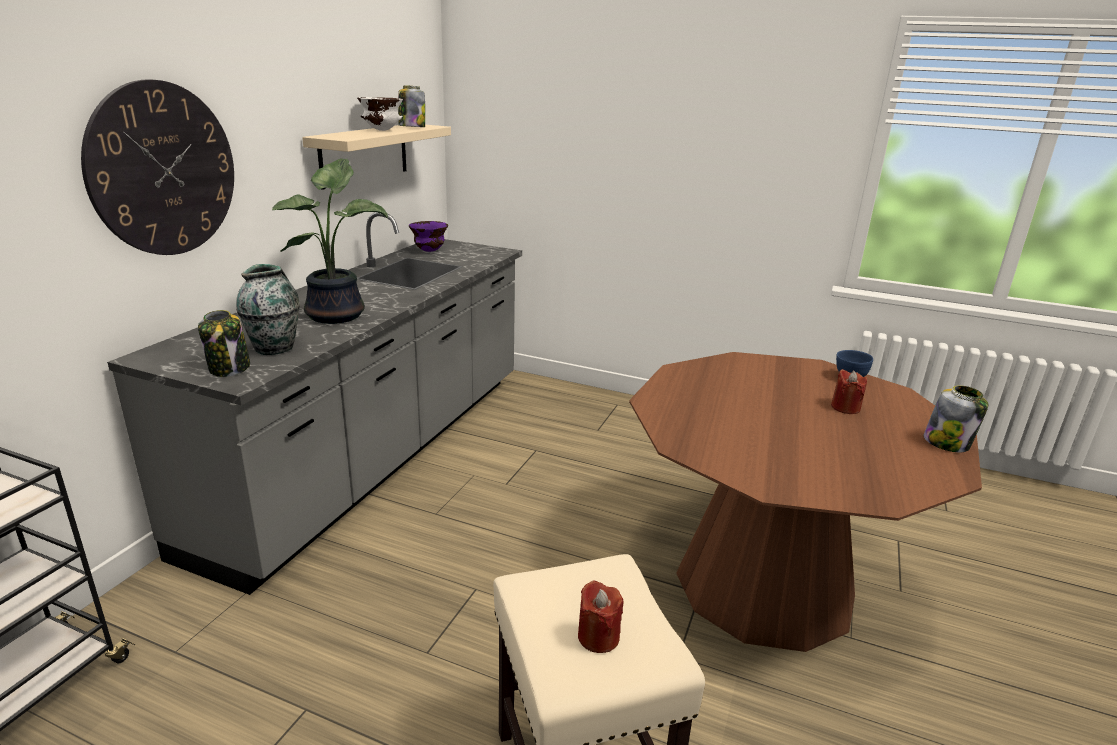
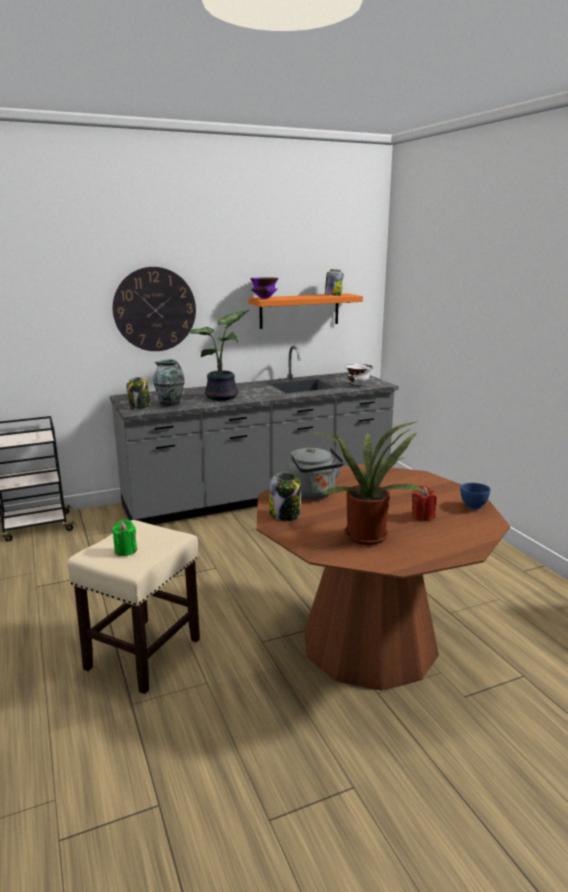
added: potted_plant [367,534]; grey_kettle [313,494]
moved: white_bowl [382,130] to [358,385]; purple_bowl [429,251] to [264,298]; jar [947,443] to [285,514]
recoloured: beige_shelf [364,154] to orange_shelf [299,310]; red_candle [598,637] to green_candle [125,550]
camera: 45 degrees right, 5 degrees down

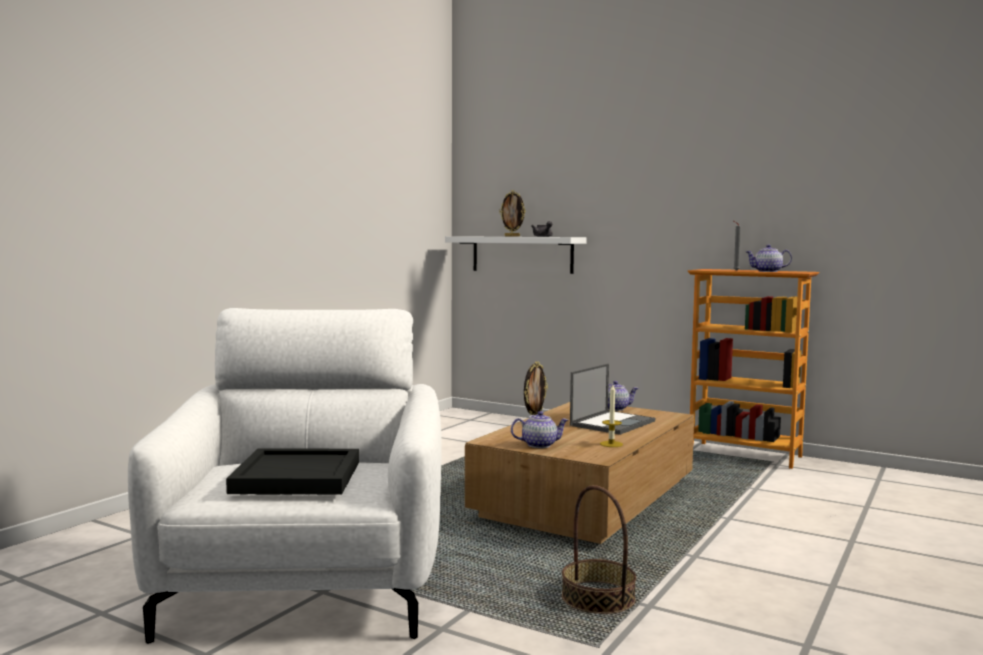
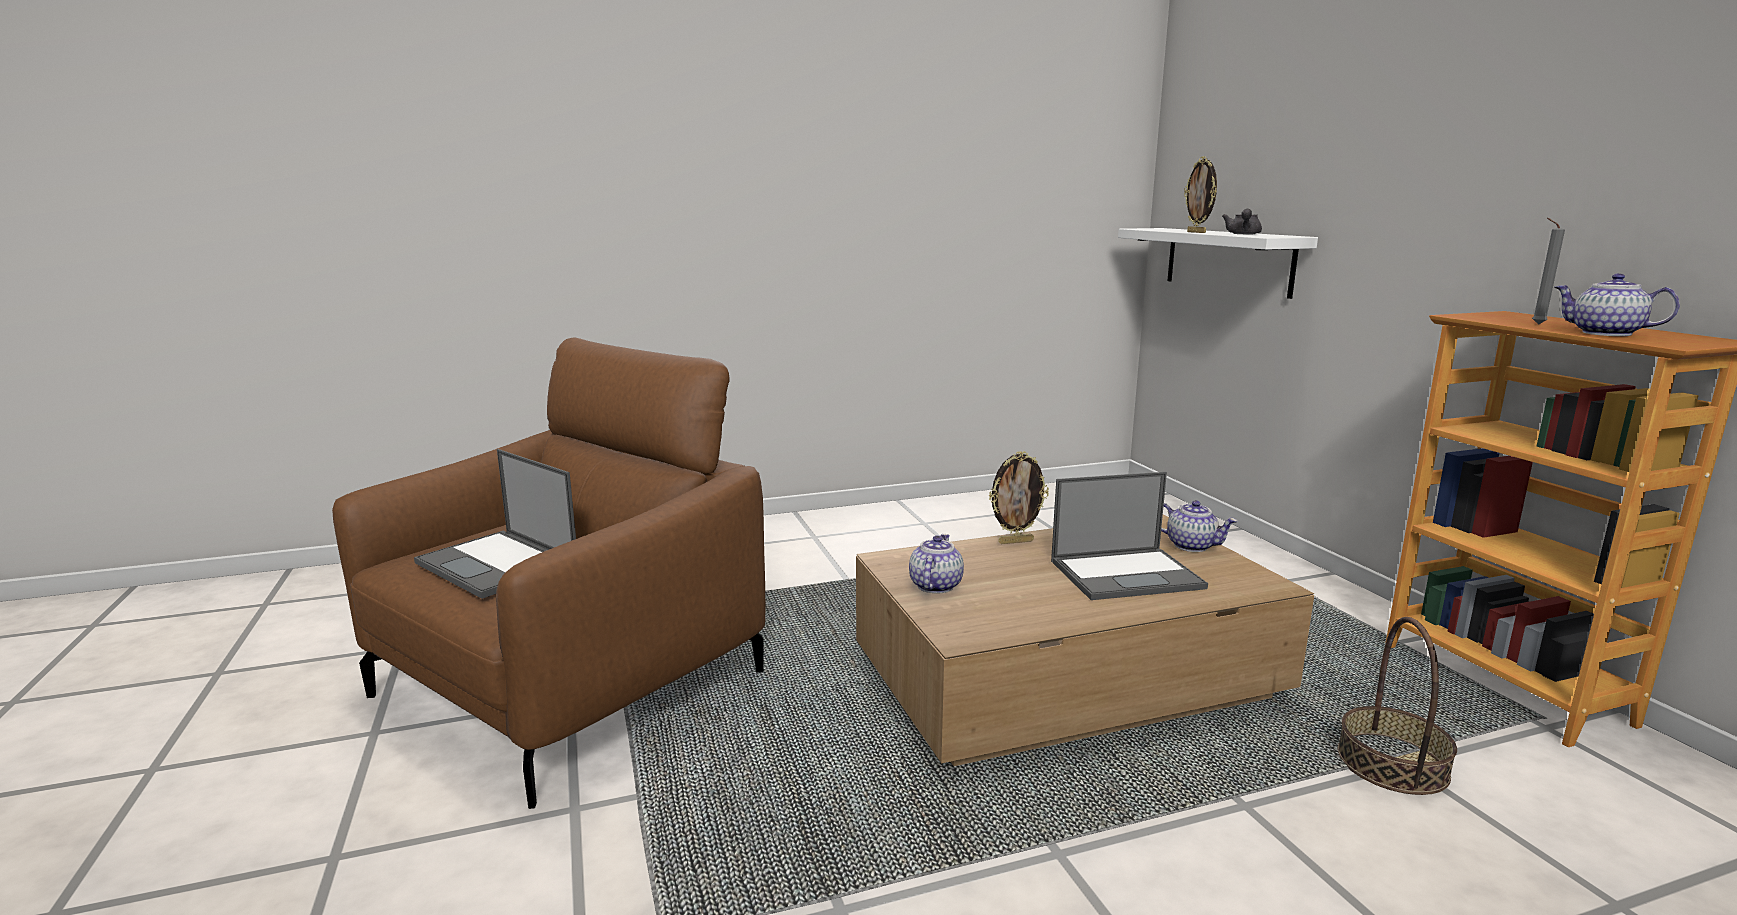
removed: candle [611,444]
moved: basket [598,598] to [1392,763]
replaced: black_tray [298,477] to laptop [499,564]
recoloured: white_armchair [306,586] to brown_armchair [569,685]
turned: teapot [539,445] = [935,585] 105 degrees counterclockwise
camera: 40 degrees right, 10 degrees up

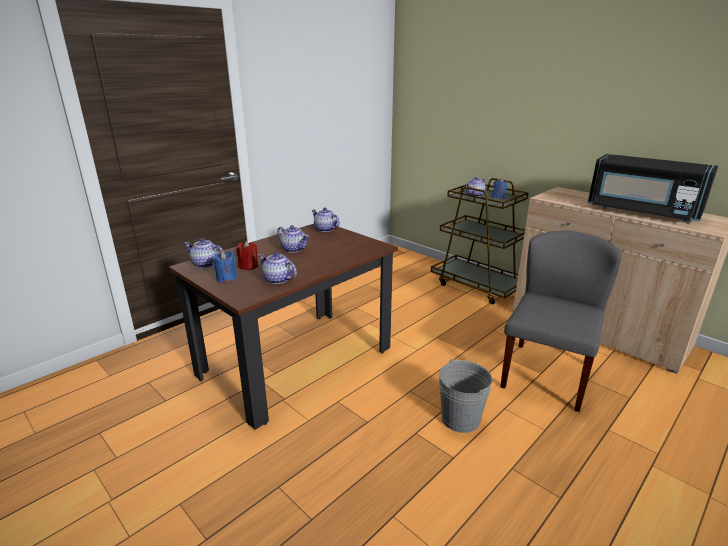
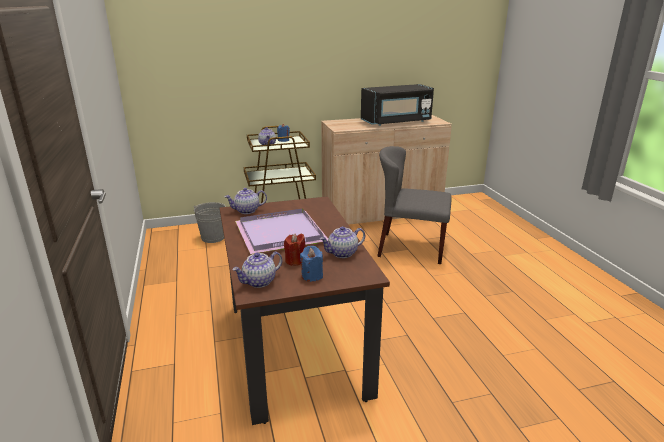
moved: grey_bucket [460,419] to [213,237]
replaced: teapot [294,249] to purple_tray [278,233]
turned: grey_chair [546,374] = [410,248] 45 degrees counterclockwise
camera: 60 degrees left, 0 degrees up

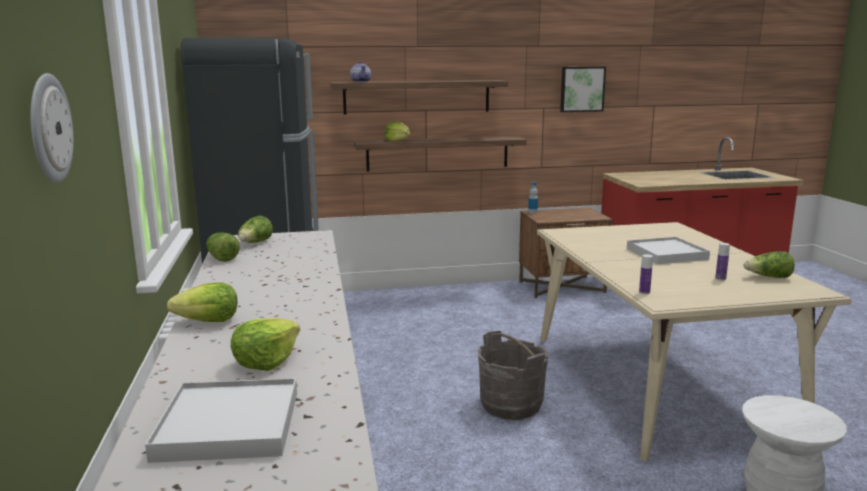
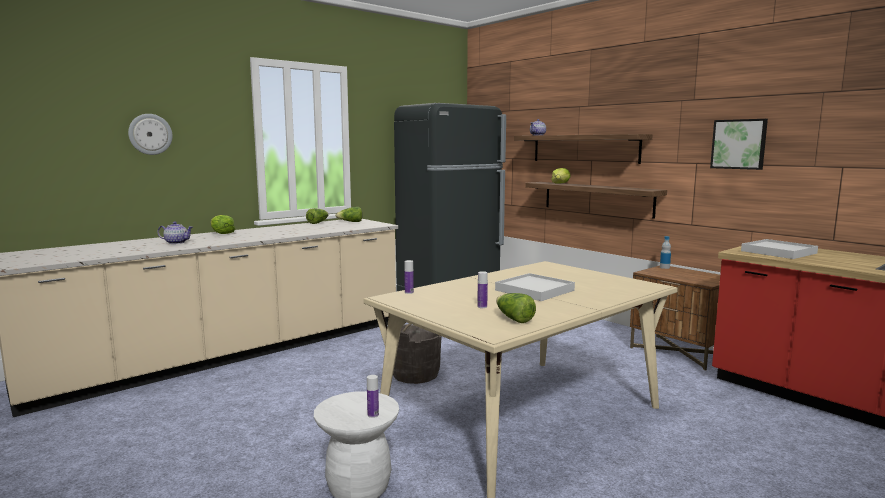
added: bottle [373,415]
moved: white_tray [228,425] to [778,252]
replaced: lettuce [266,361] to teapot [176,242]
camera: 60 degrees right, 5 degrees down

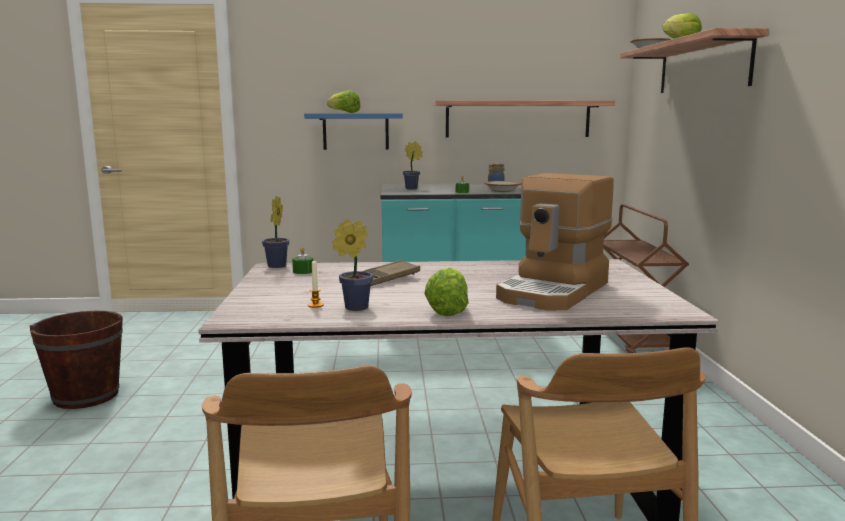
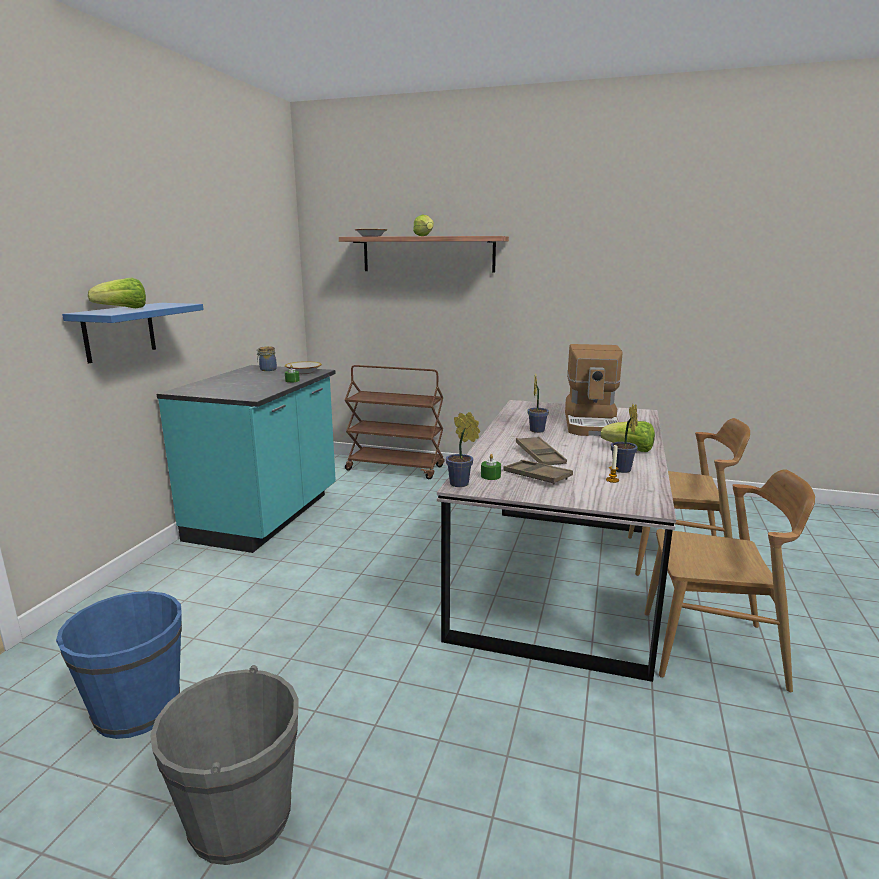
removed: shelf [517,119]
added: brown_tray [537,476]; blue_bucket [137,709]
moved: potted_plant [413,188] to [537,430]
recoloured: brown_bucket [86,396] to grey_bucket [240,818]
turned: coffee_machine [554,291] = [592,423] 45 degrees clockwise
camera: 70 degrees left, 5 degrees up

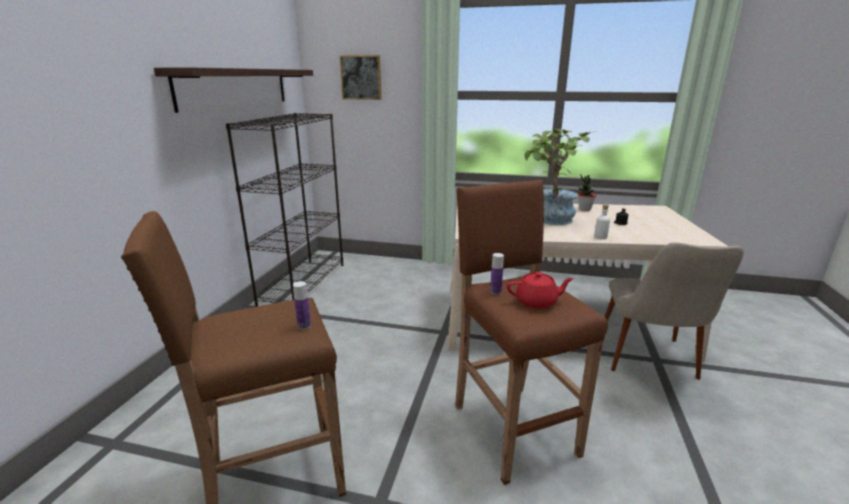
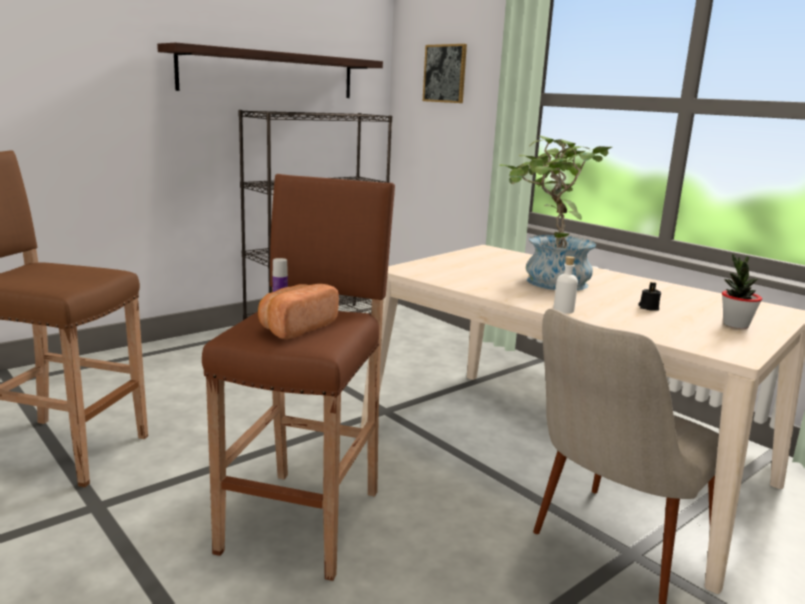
removed: bottle [304,326]
moved: potted_plant [584,209] to [735,325]
replaced: red_teapot [537,302] to bread [295,328]
camera: 35 degrees right, 5 degrees down

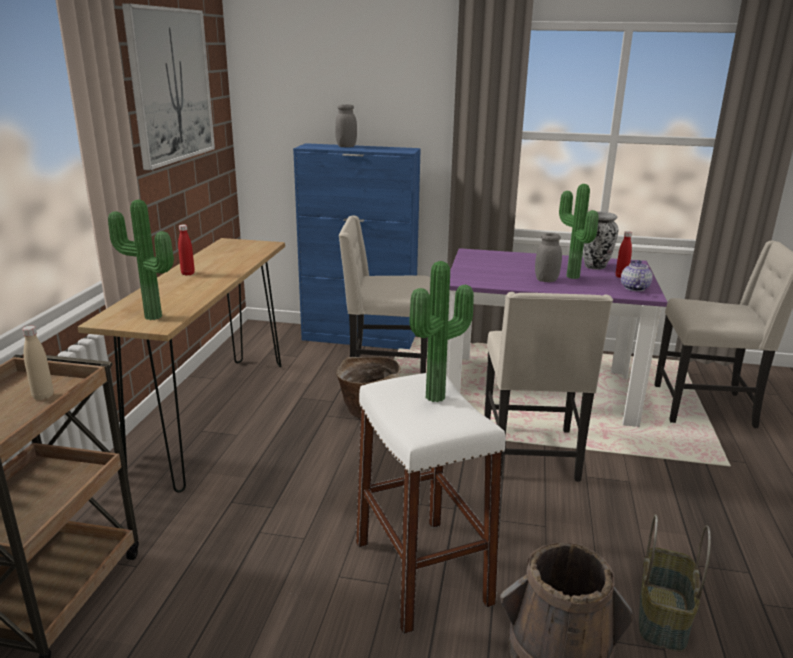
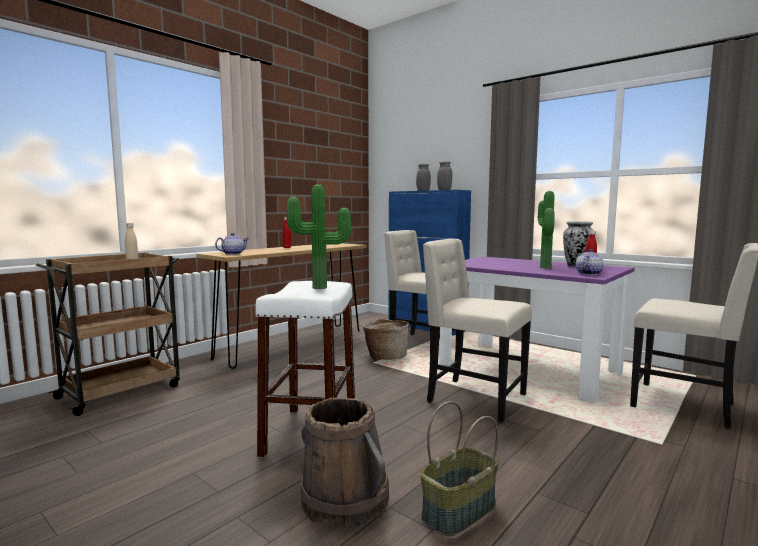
removed: picture [171,85]
moved: grey_jar [546,280] to [444,190]
replaced: potted_plant [151,318] to teapot [233,254]
turned: beige_chair [532,455] = [474,399] 90 degrees clockwise
camera: 30 degrees right, 15 degrees down

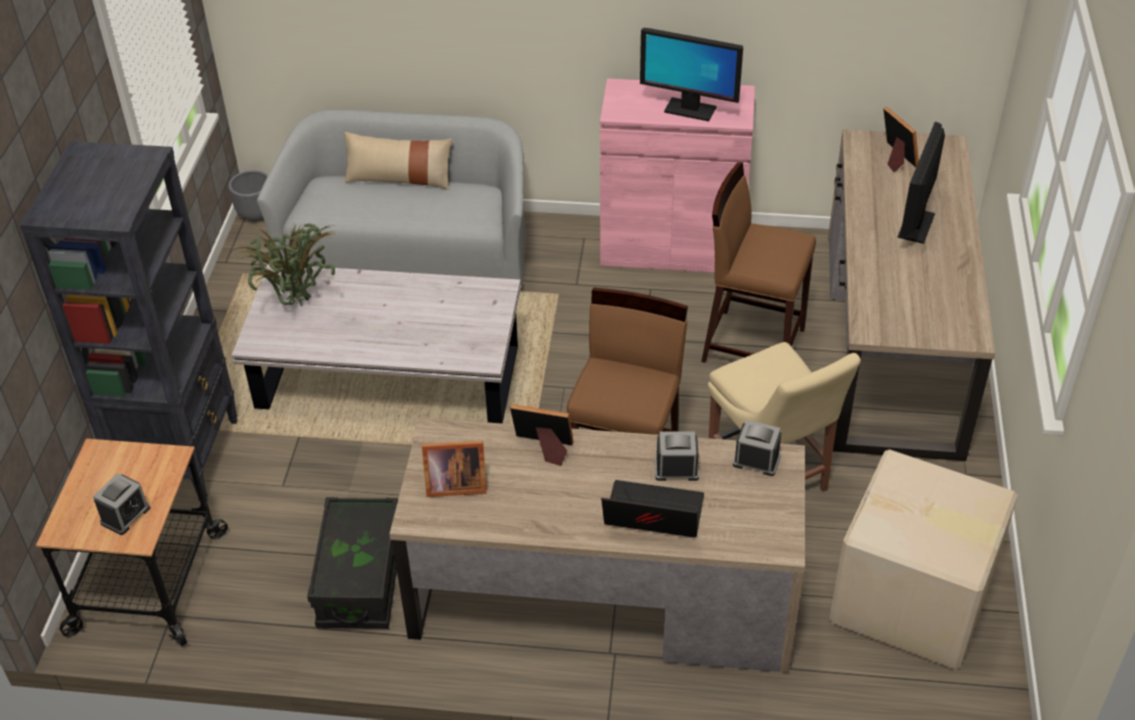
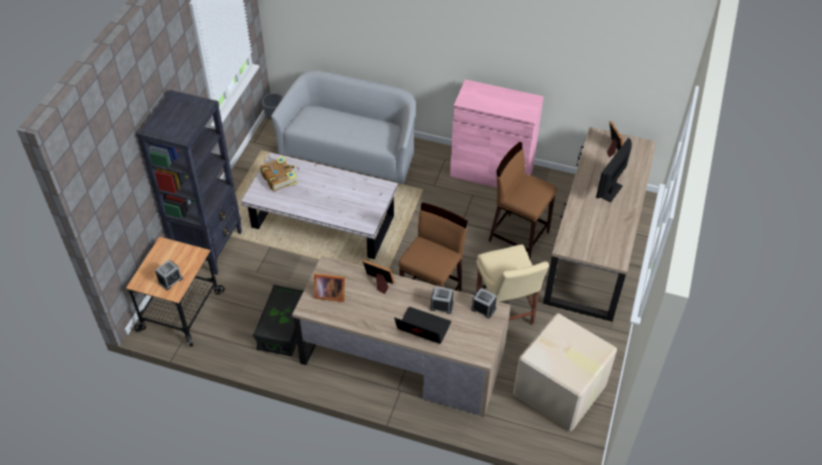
removed: monitor [689,109]; beige_pillow [399,178]
replaced: potted_plant [296,304] to book [279,177]
camera: 10 degrees right, 5 degrees up

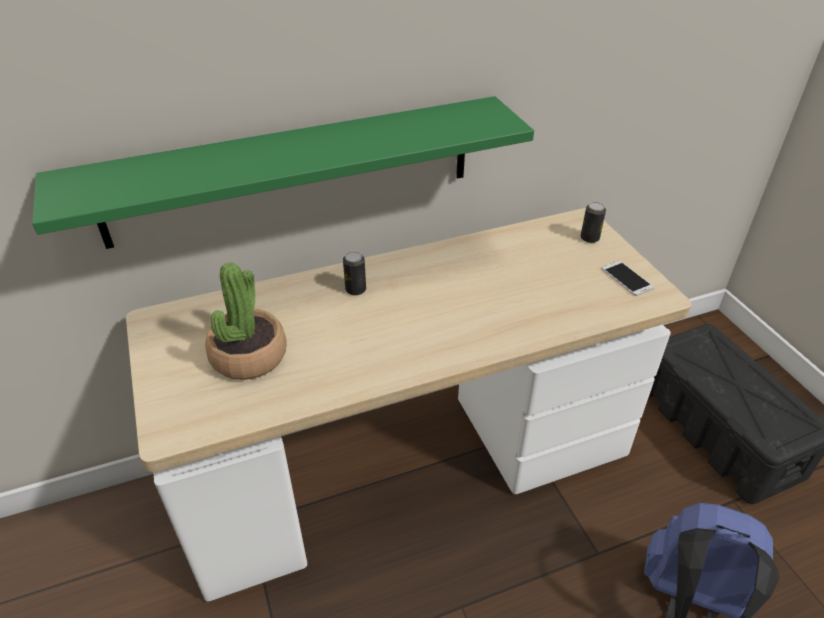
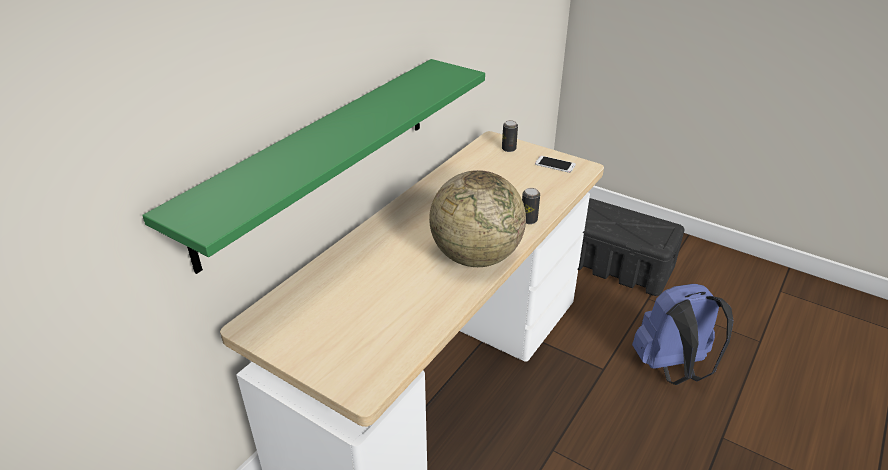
removed: potted_plant [248,356]
added: globe [475,256]
moved: can [355,290] to [529,220]
camera: 35 degrees left, 5 degrees down

